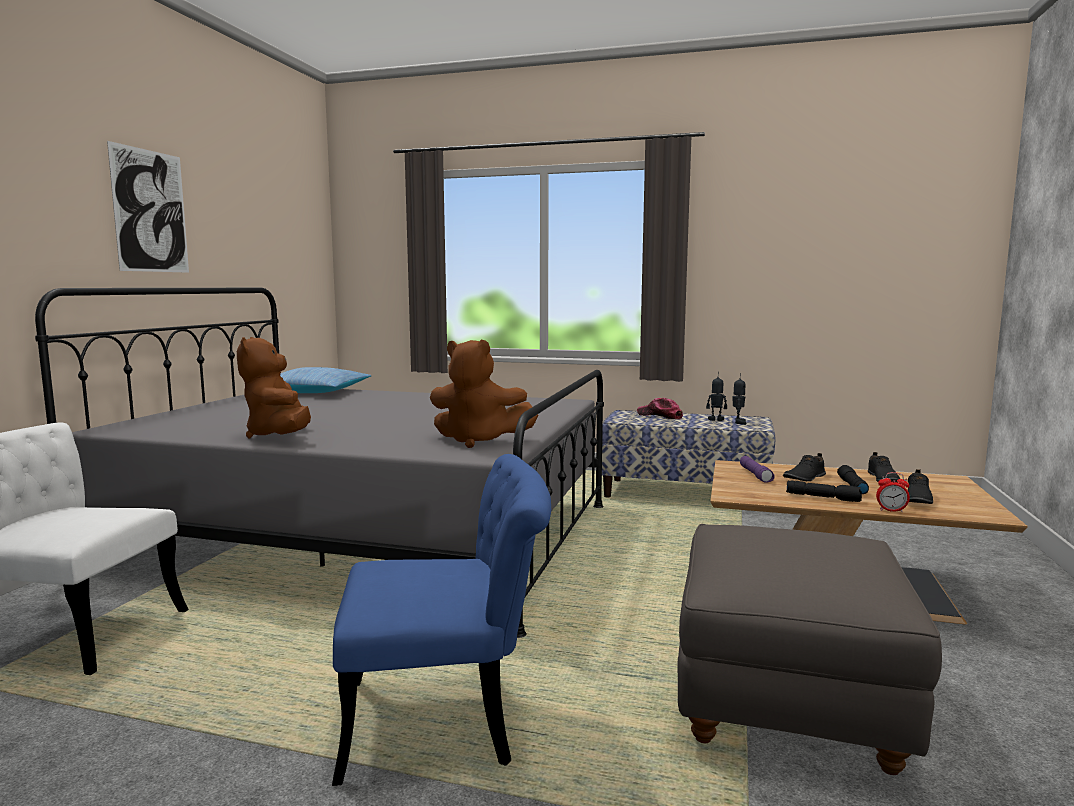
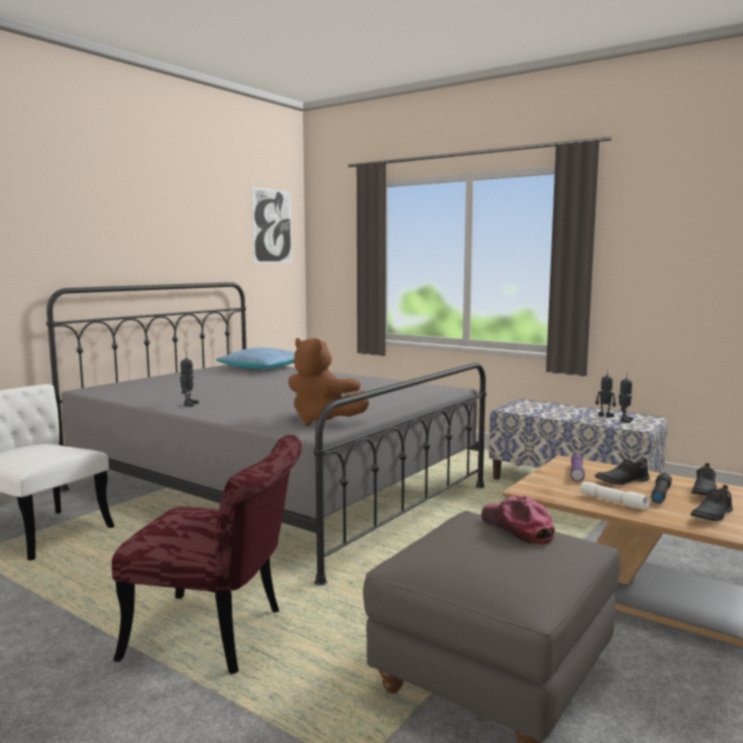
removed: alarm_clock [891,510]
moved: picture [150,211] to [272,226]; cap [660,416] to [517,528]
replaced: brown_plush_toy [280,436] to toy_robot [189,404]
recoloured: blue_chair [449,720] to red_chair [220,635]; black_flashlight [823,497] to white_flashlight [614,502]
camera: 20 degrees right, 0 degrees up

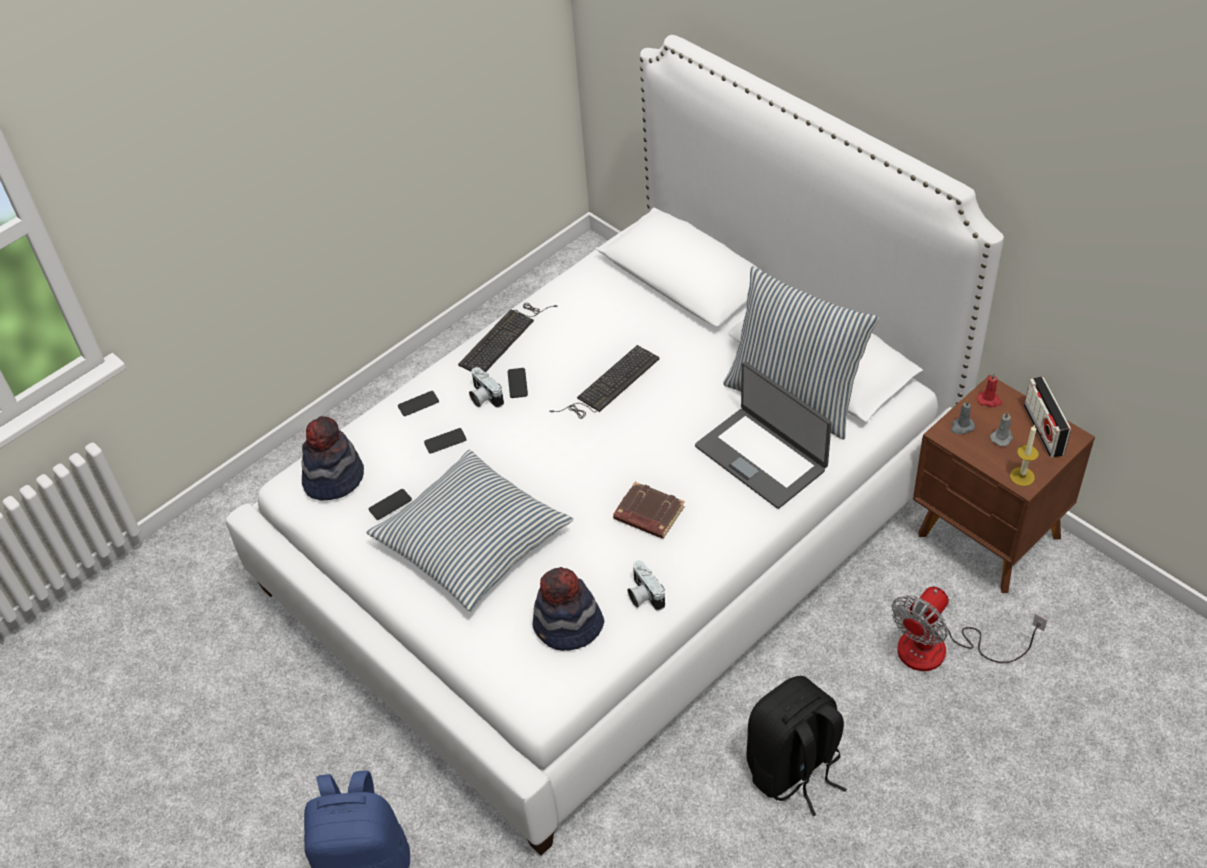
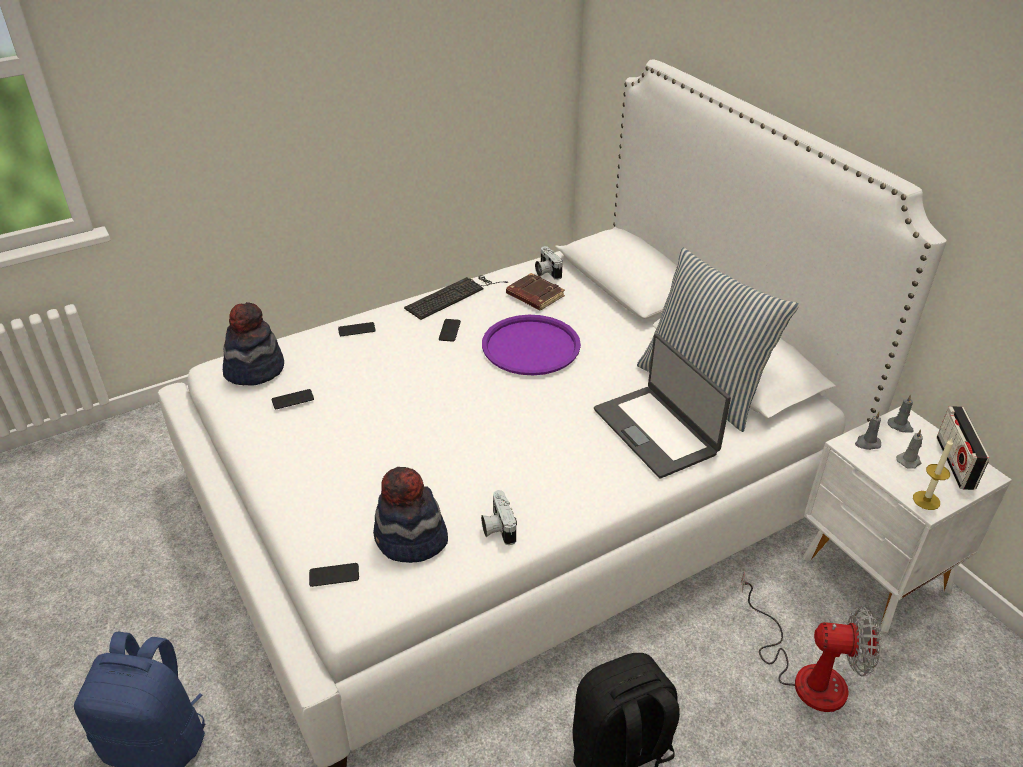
removed: pillow [472,540]
moved: photo_camera [484,397] to [546,272]; phone [445,441] to [334,575]; brown_book [648,514] to [534,296]
replaced: keyboard [609,385] to purple_tray [531,346]
recoloured: red_candle [989,400] to grey_candle [900,426]; brown_nightstand [988,538] to white_nightstand [875,576]
turned: fan [940,650] = [806,673] 135 degrees counterclockwise
camera: 10 degrees right, 10 degrees down

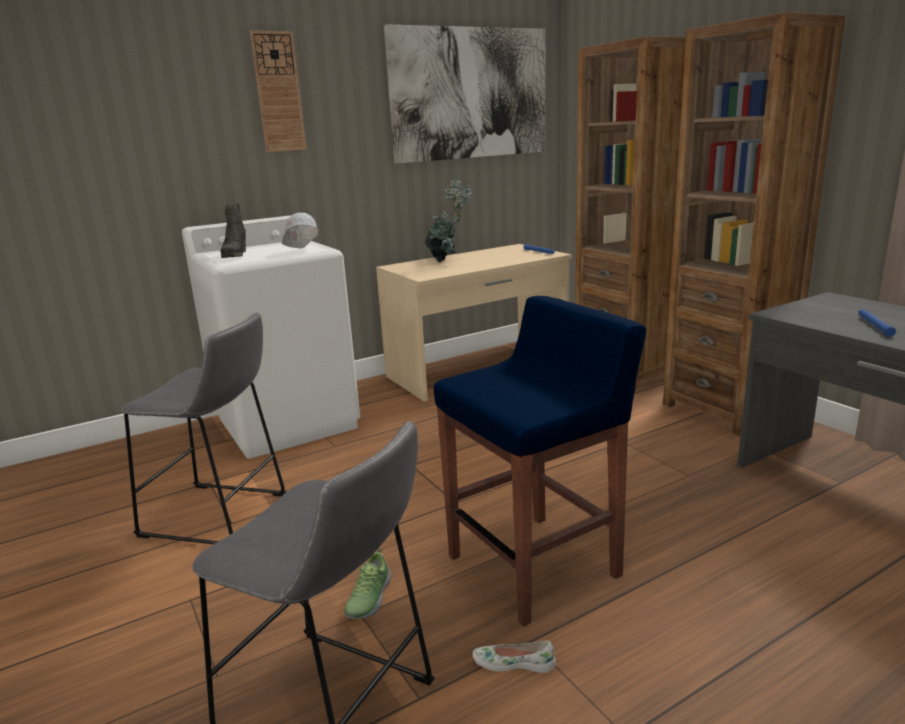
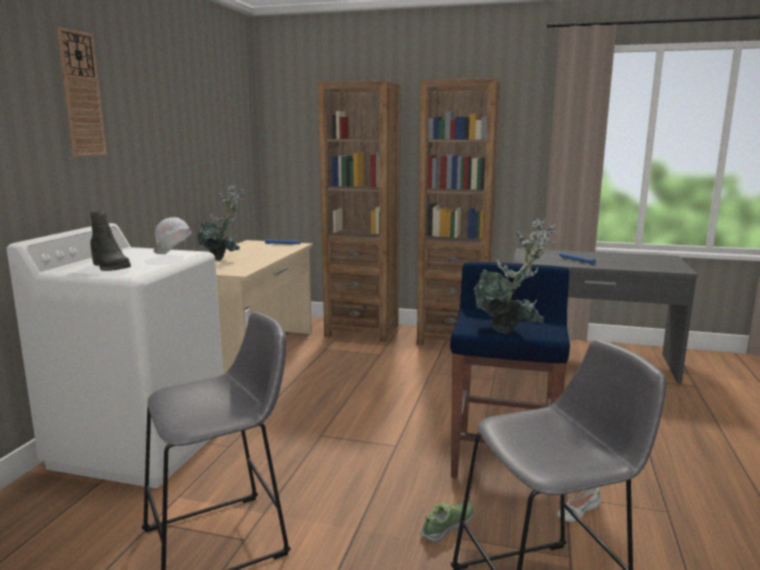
removed: picture [470,94]
added: potted_plant [510,330]
turned: shoe [368,598] = [448,526] 105 degrees counterclockwise
camera: 45 degrees left, 5 degrees down

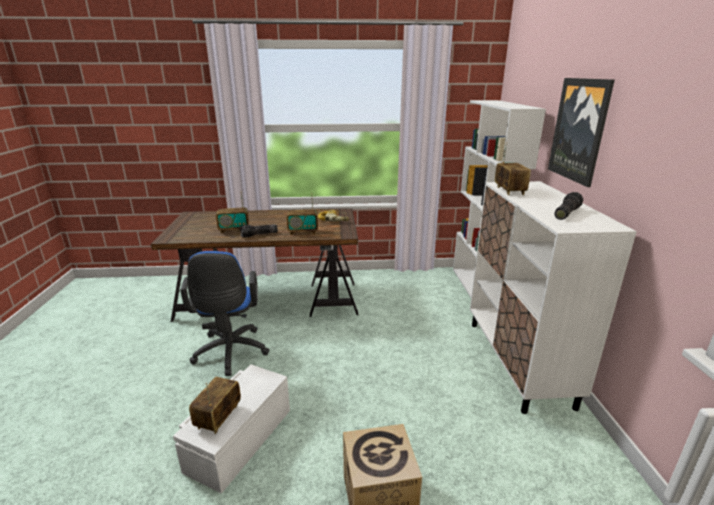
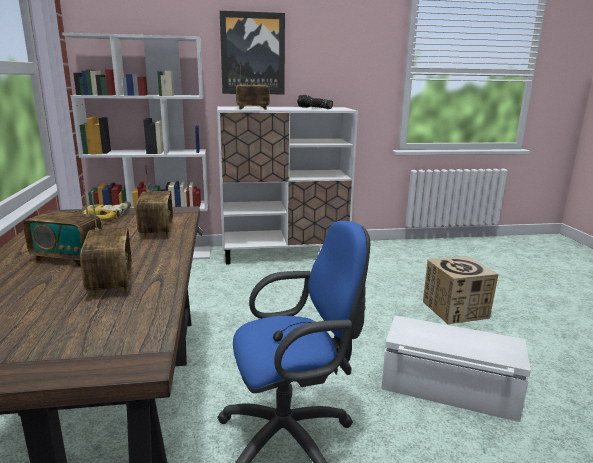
removed: flashlight [259,235]
moved: radio [218,417] to [68,258]
camera: 95 degrees left, 5 degrees down

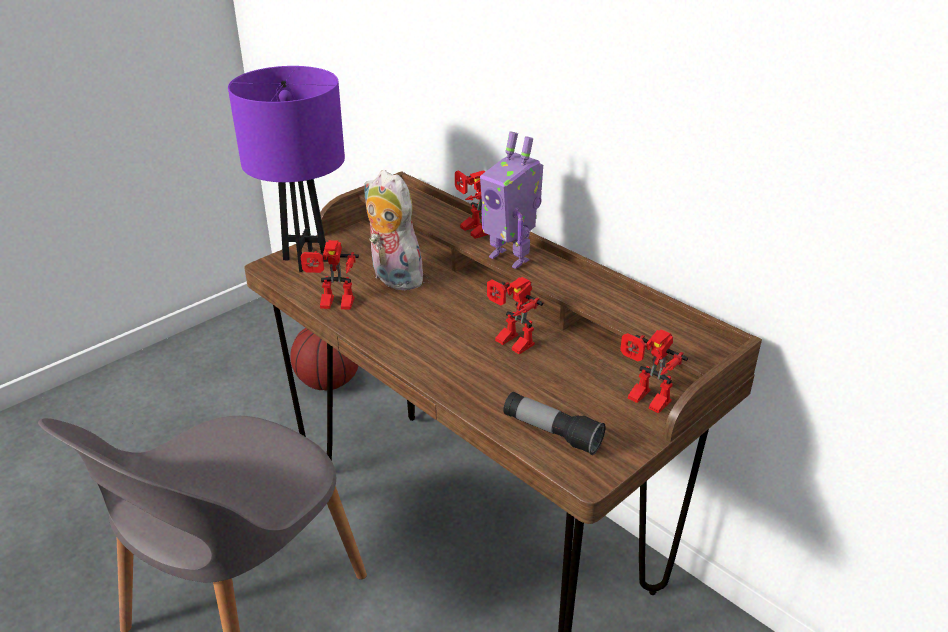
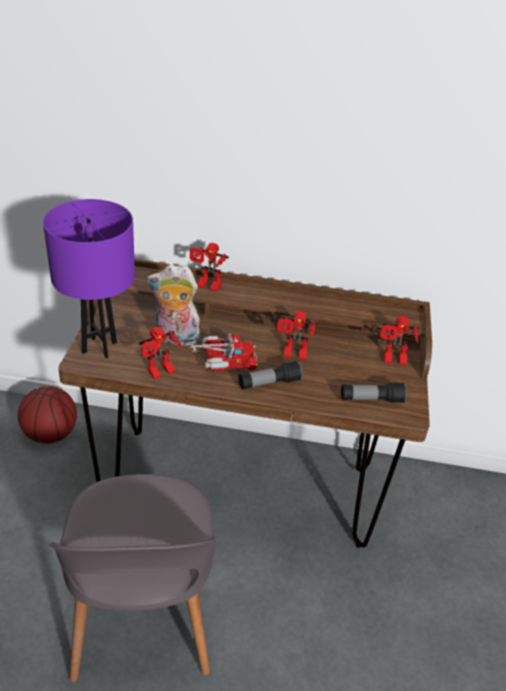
removed: toy_robot [510,257]
added: toy_truck [222,361]; flashlight [269,383]
camera: 40 degrees left, 5 degrees up

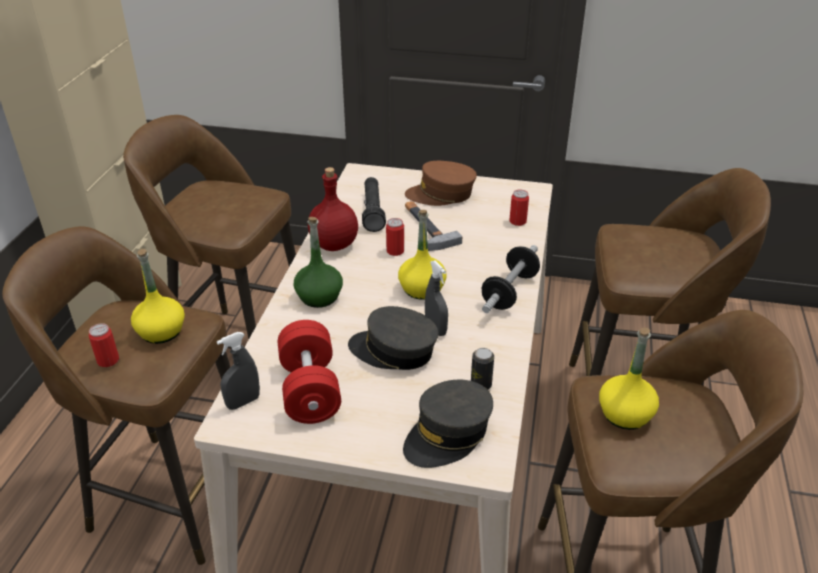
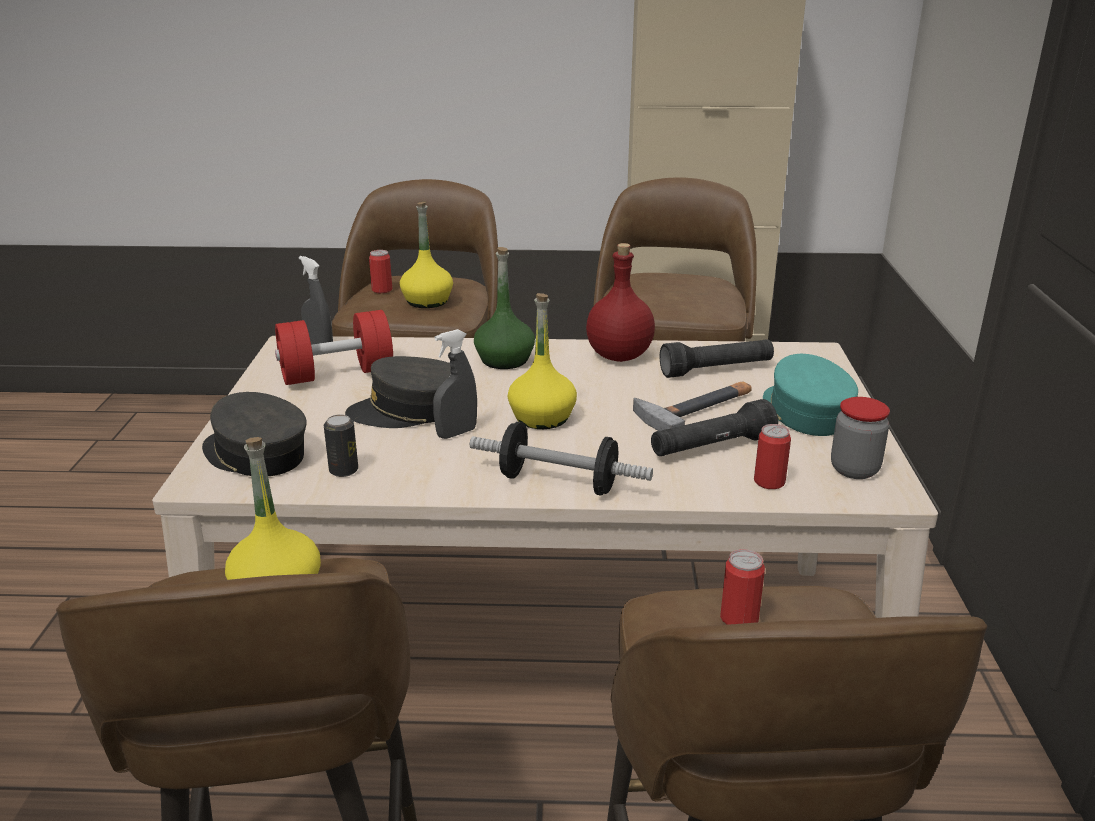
added: jar [854,470]; black_flashlight [711,448]
moved: can [395,251] to [739,618]
recoloured: brown_cap [441,194] to turquoise_cap [804,413]
turned: grey_cap [393,351] = [407,411] 105 degrees counterclockwise
camera: 80 degrees right, 10 degrees down

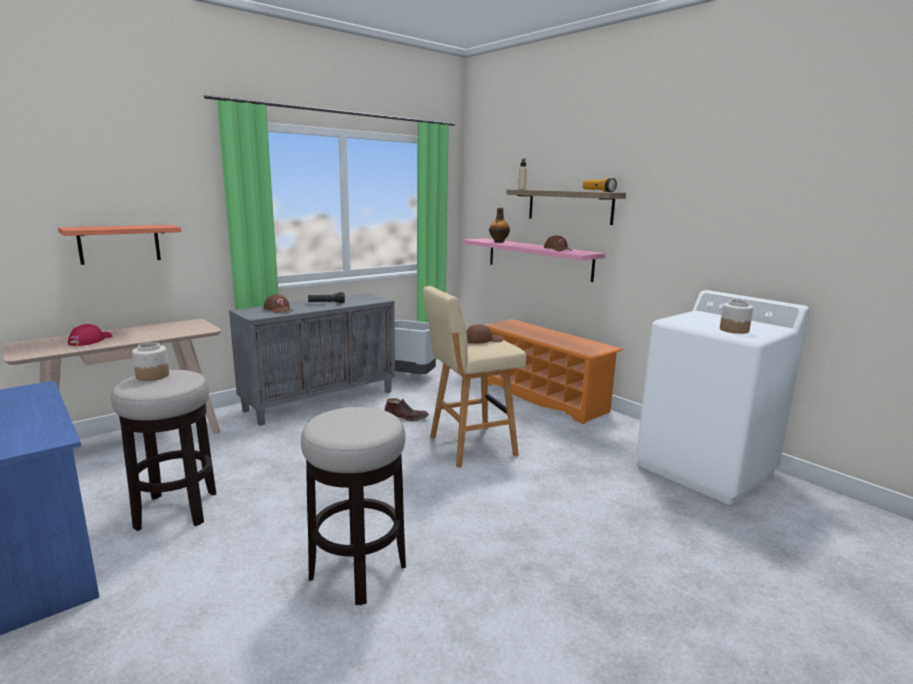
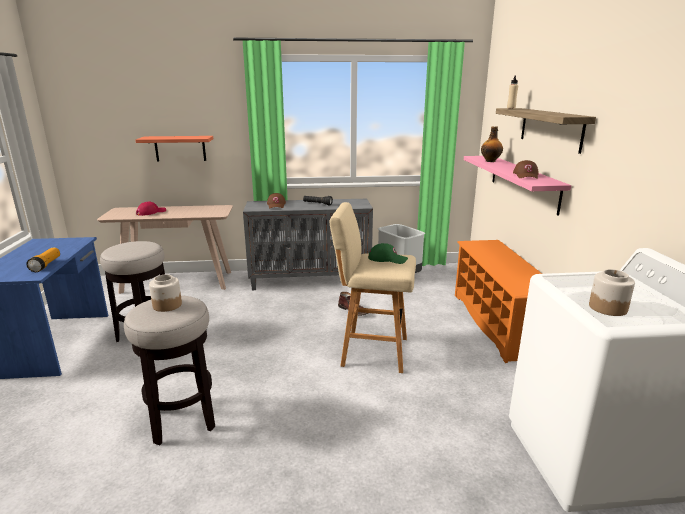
moved: flashlight [598,191] to [46,265]; jar [152,376] to [167,305]
recoloured: brown_cap [482,340] to green_cap [387,259]
camera: 35 degrees right, 5 degrees up

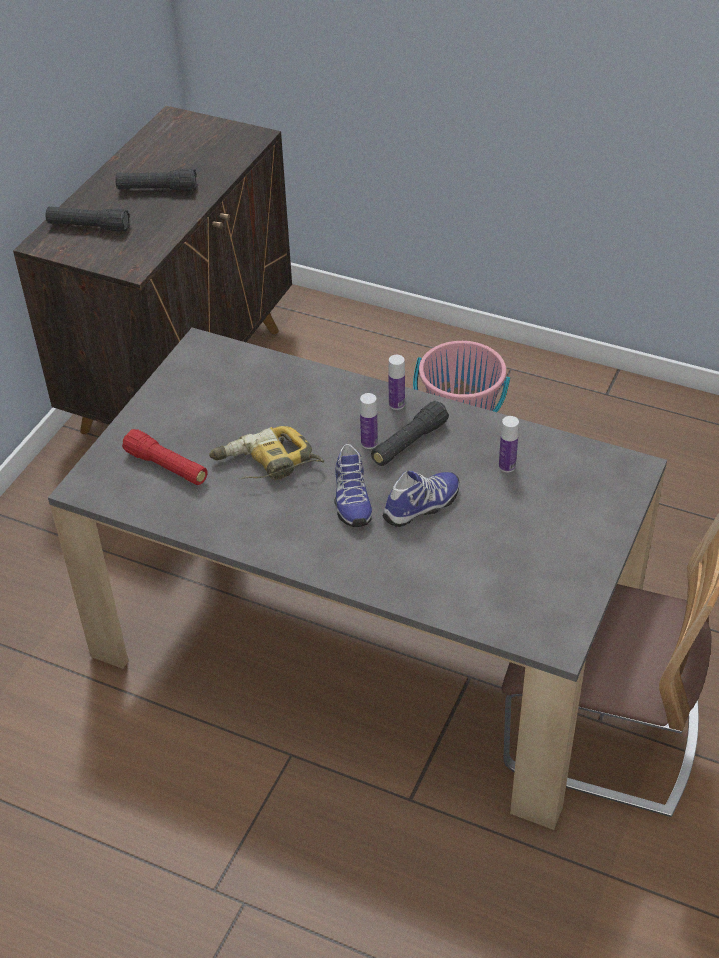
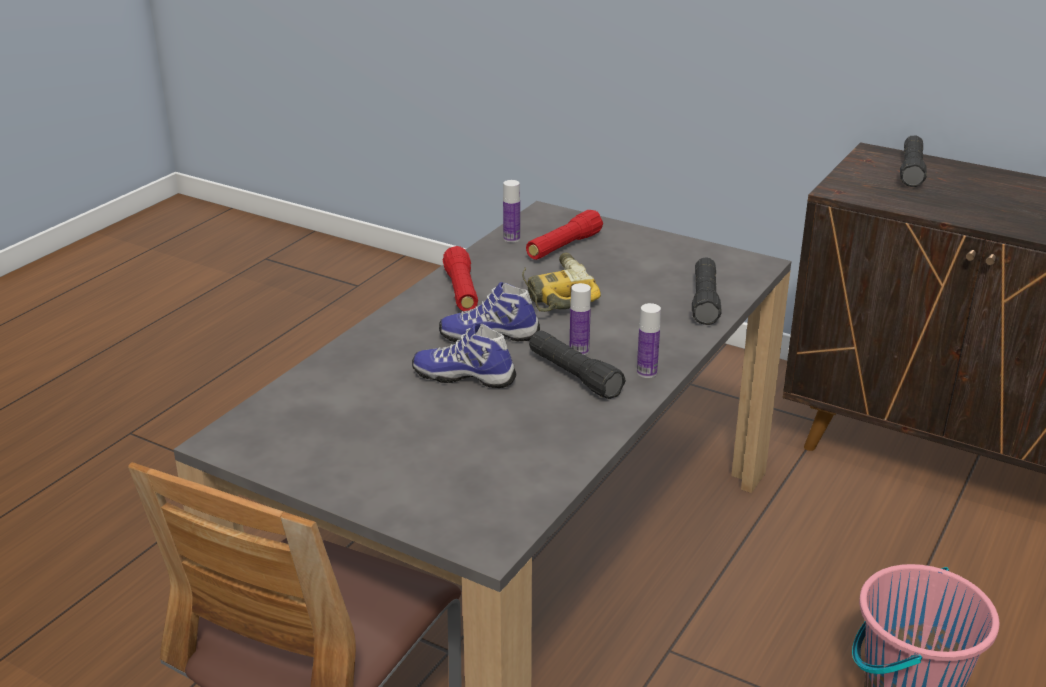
added: red_flashlight [461,291]
moved: black_flashlight [157,189] to [705,301]; bottle [507,466] to [511,239]
turned: shoe [423,506] = [465,376] 135 degrees clockwise
camera: 95 degrees right, 15 degrees down

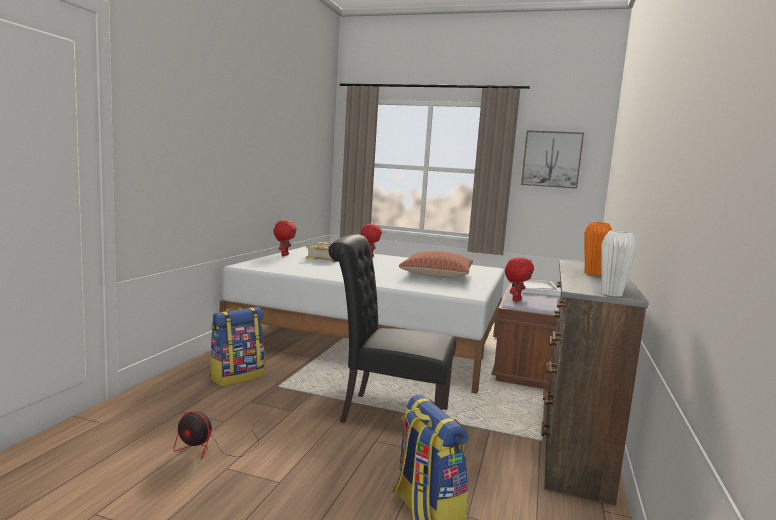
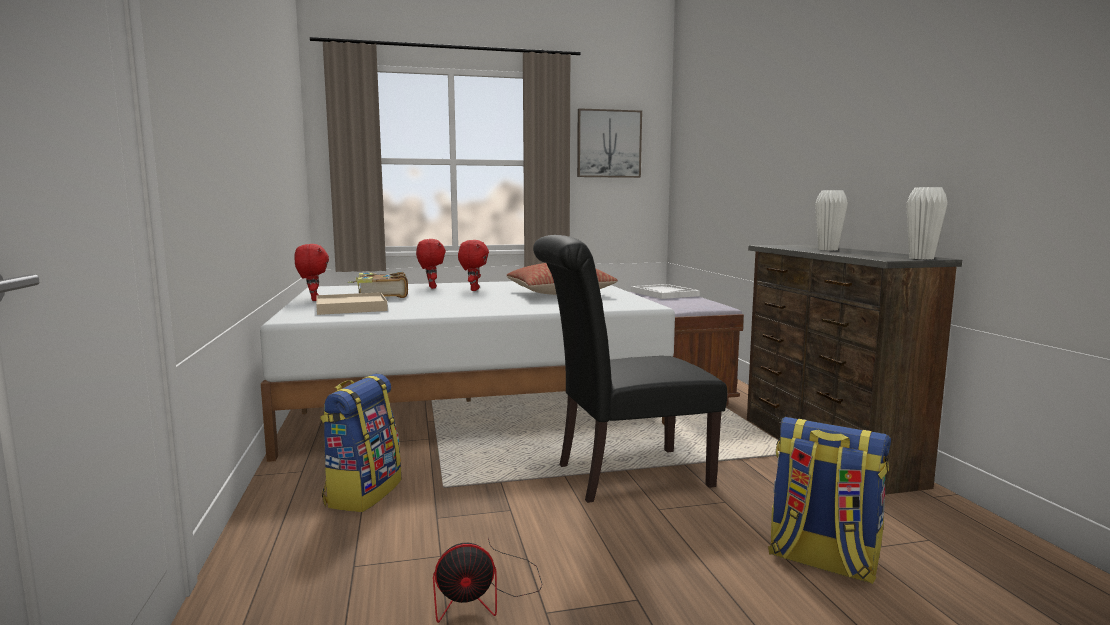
added: beige_tray [351,307]
moved: red_plush_toy [516,300] to [473,290]
recoloured: orange_vase [593,273] to white_vase [828,249]
camera: 30 degrees left, 0 degrees up

